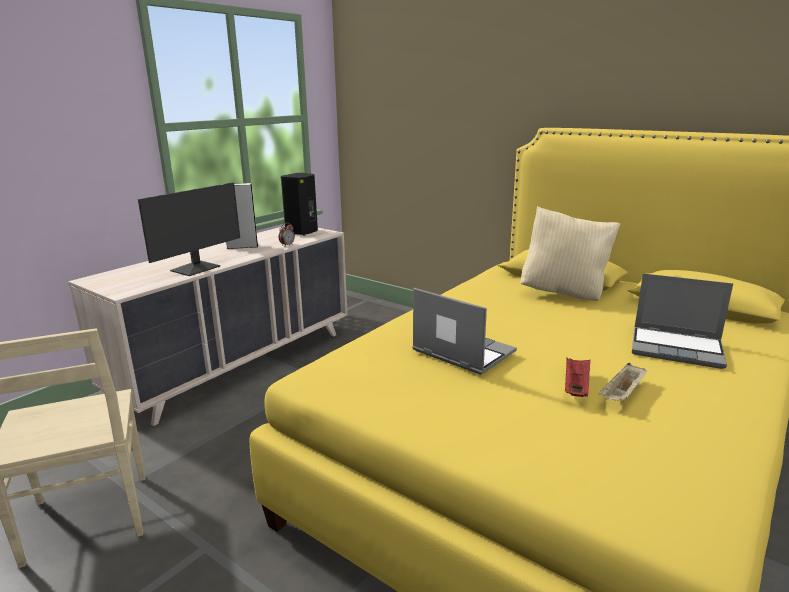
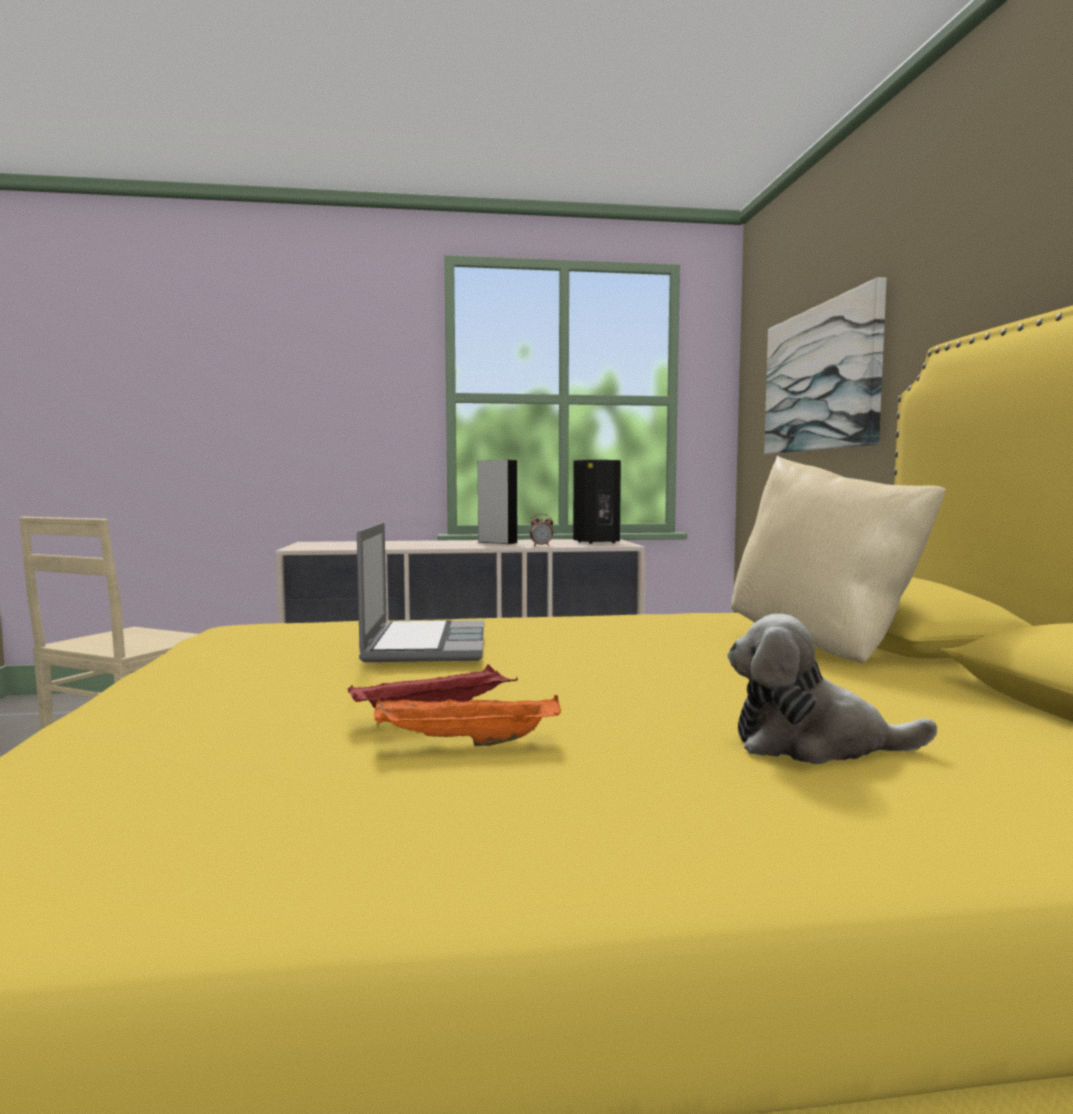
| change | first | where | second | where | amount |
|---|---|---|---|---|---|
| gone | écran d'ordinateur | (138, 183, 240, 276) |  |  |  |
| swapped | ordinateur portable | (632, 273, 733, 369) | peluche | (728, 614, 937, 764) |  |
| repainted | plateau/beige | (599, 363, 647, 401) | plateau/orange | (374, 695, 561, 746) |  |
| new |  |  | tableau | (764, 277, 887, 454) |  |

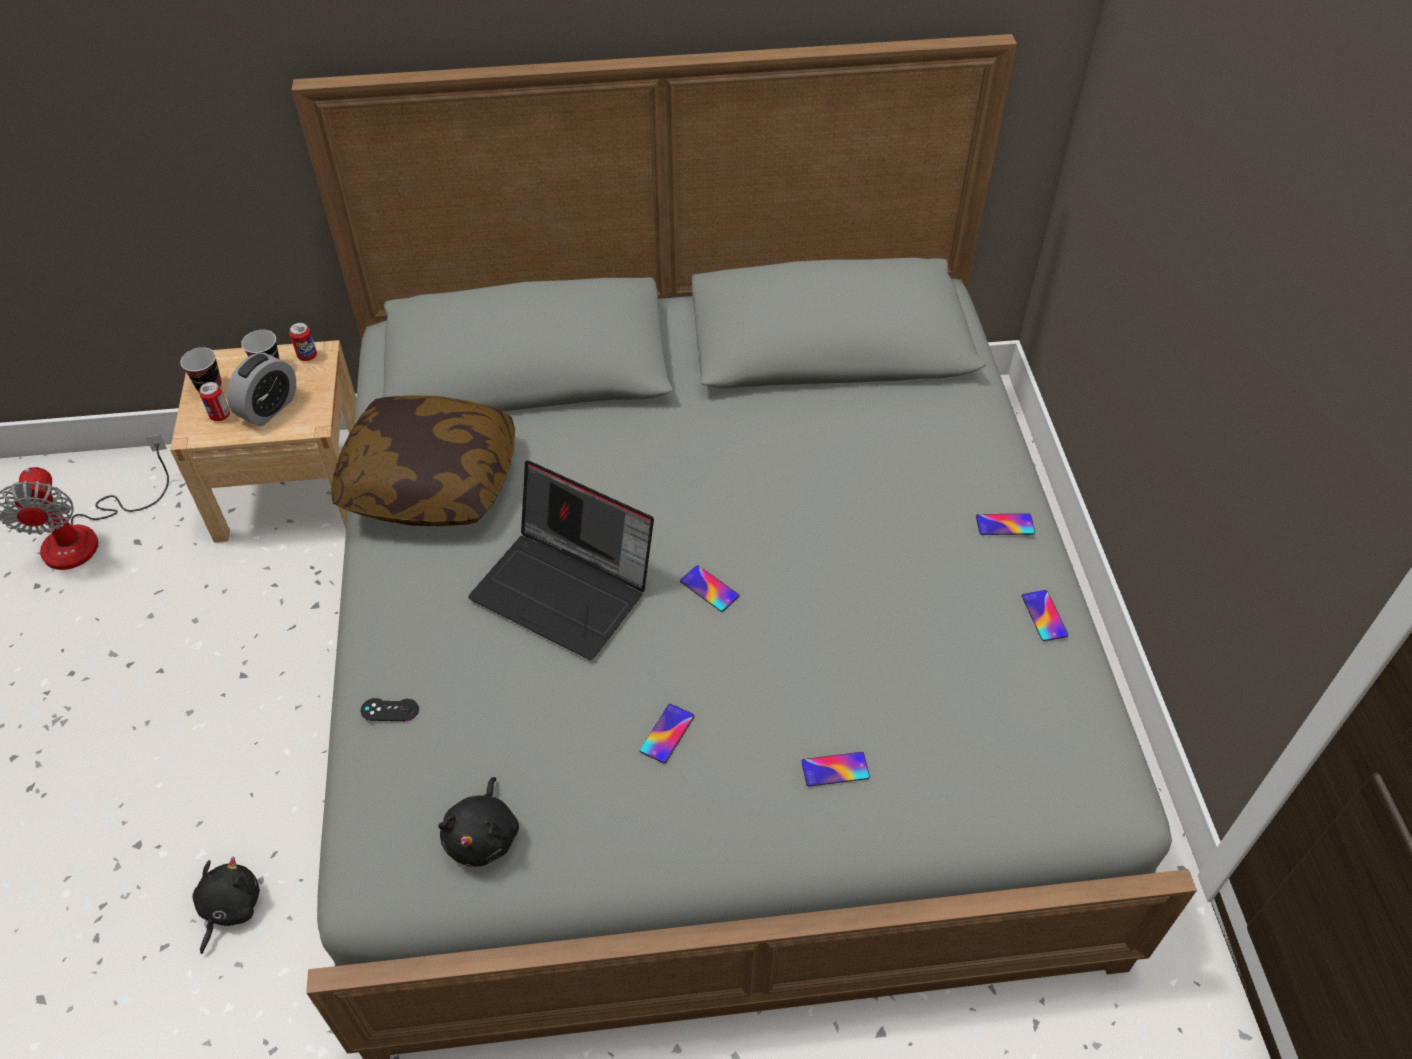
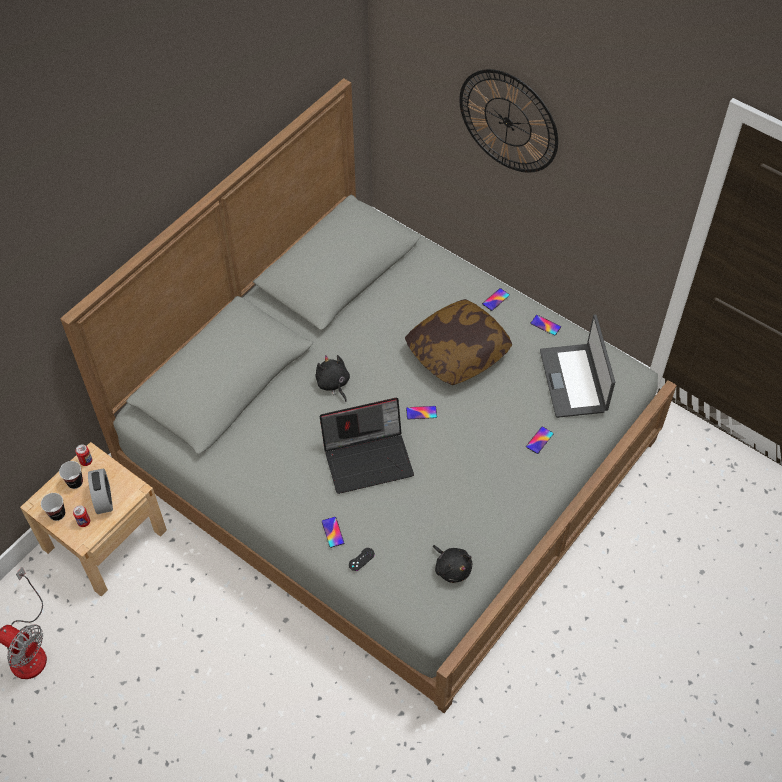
| change | first | where | second | where | amount |
|---|---|---|---|---|---|
| shifted | coussin | (331, 395, 515, 526) |  | (405, 299, 512, 385) |  |
| shifted | téléphone | (640, 704, 694, 763) |  | (322, 517, 344, 548) |  |
| shifted | peluche/noir | (193, 856, 260, 954) |  | (316, 355, 350, 402) |  |
| new |  |  | horloge murale | (459, 69, 558, 173) |  |
| new |  |  | ordinateur portable | (540, 315, 615, 418) |  |

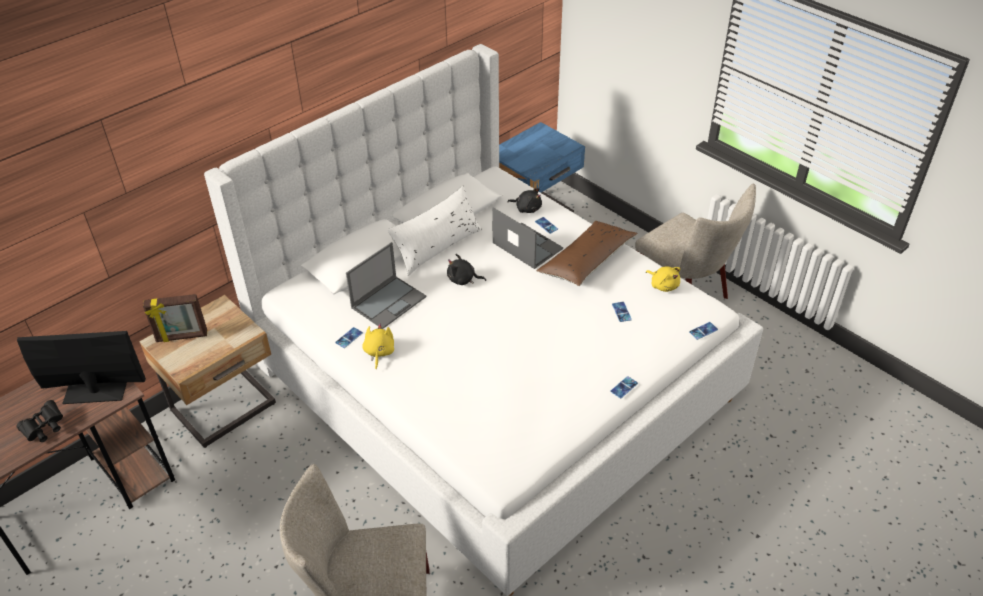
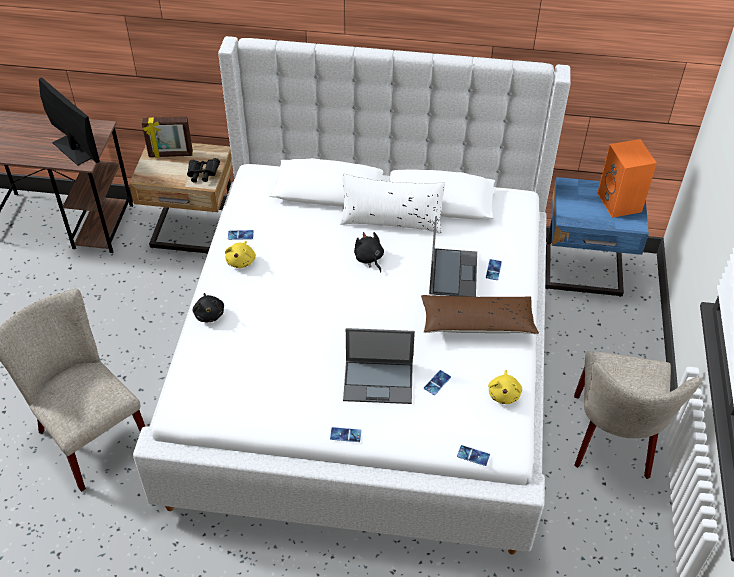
| change | first | where | second | where | amount |
|---|---|---|---|---|---|
| shifted | peluche/noir | (507, 188, 542, 213) |  | (193, 293, 224, 322) |  |
| shifted | ordinateur portable | (346, 242, 426, 329) |  | (343, 328, 415, 404) |  |
| rotated | cadre photo | (143, 294, 207, 342) |  | (142, 117, 193, 158) | 45 degrees counterclockwise |
| rotated | peluche/jaune | (362, 323, 394, 369) |  | (225, 241, 256, 268) | 135 degrees clockwise |
| shifted | jumelles/noir | (17, 400, 63, 442) |  | (187, 158, 220, 183) |  |
| new |  |  | enceinte/orange | (597, 139, 657, 218) |  |

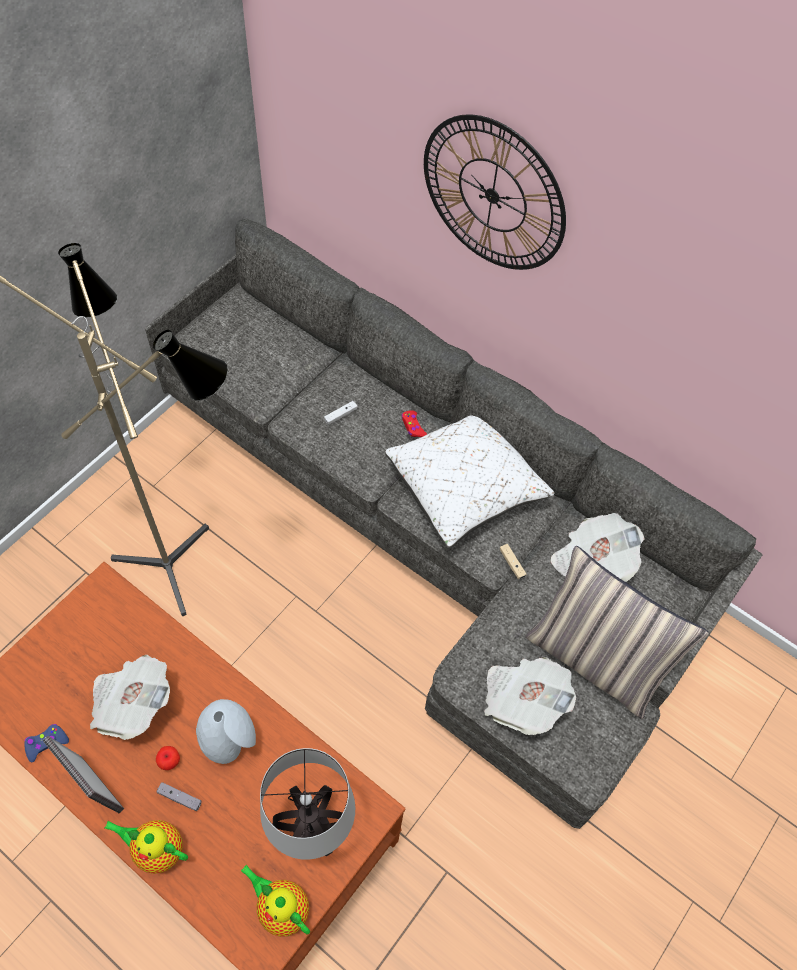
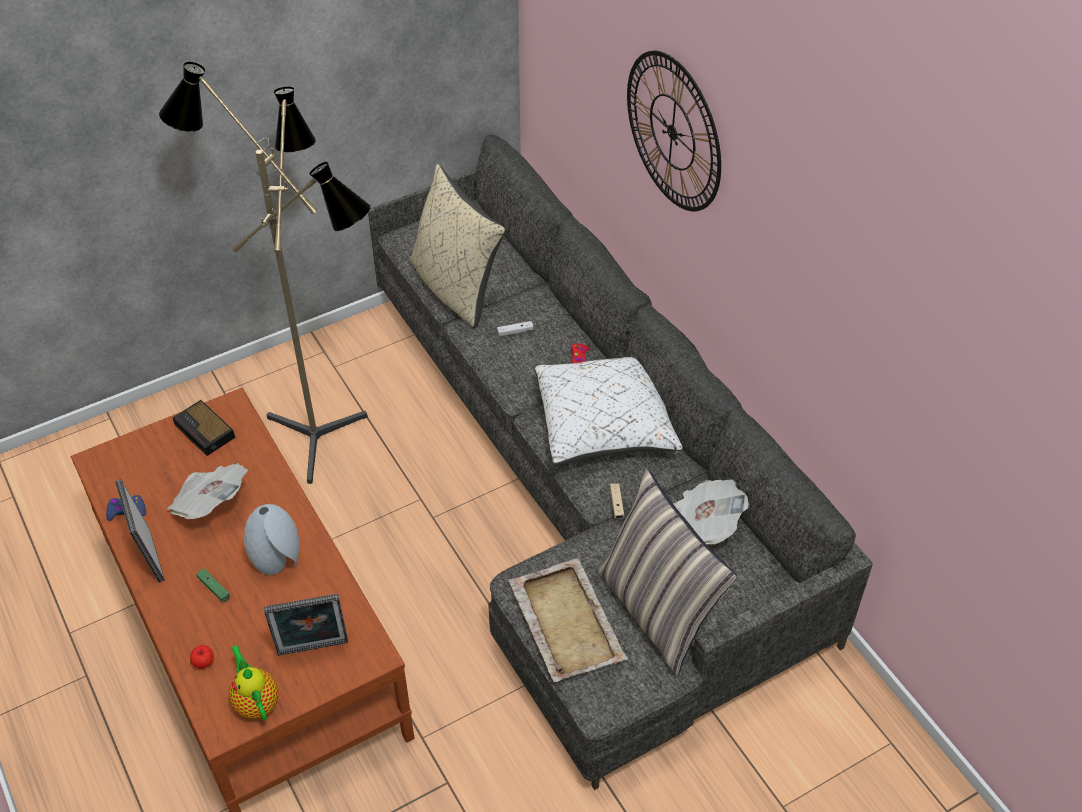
| change | first | where | second | where | amount |
|---|---|---|---|---|---|
| swapped | journal | (484, 657, 576, 735) | plateau/beige | (508, 558, 628, 682) |  |
| shifted | pomme | (156, 746, 180, 770) |  | (190, 645, 214, 669) |  |
| swapped | lampe de table | (260, 748, 355, 860) | cadre photo | (264, 594, 348, 656) |  |
| repainted | manette/gris | (157, 782, 202, 812) | manette/vert | (196, 569, 230, 602) |  |
| gone | théière | (105, 820, 188, 874) |  |  |  |
| new |  |  | coussin/beige | (410, 164, 506, 328) |  |
| new |  |  | réveil | (173, 400, 235, 456) |  |

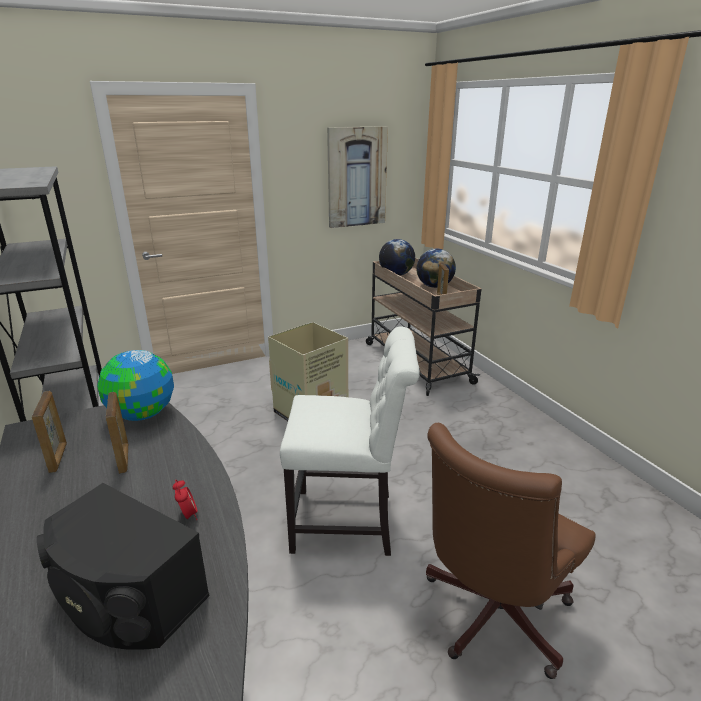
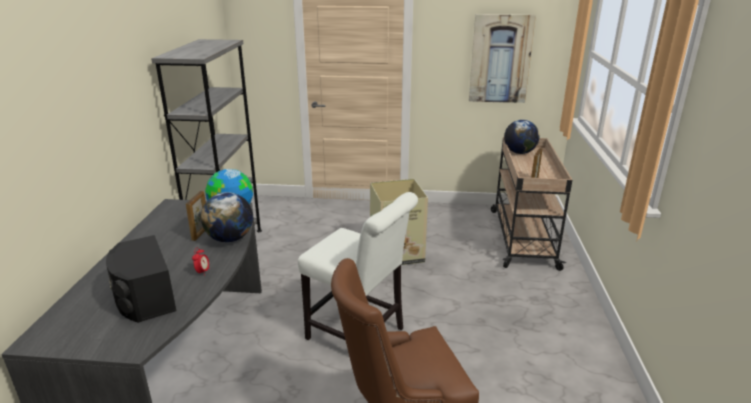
| change | first | where | second | where | amount |
|---|---|---|---|---|---|
| shifted | globe | (416, 249, 456, 288) |  | (201, 192, 253, 242) |  |
| gone | cadre photo | (32, 391, 67, 473) |  |  |  |

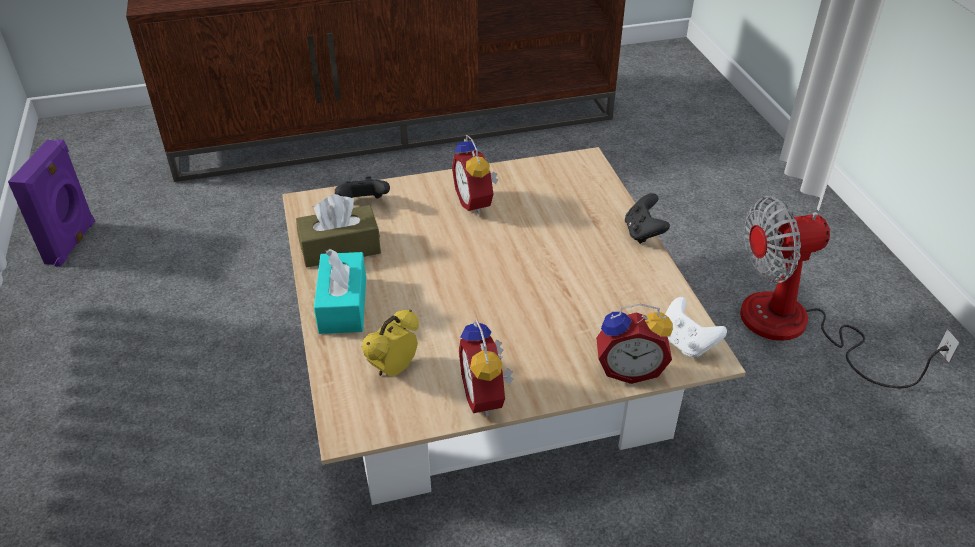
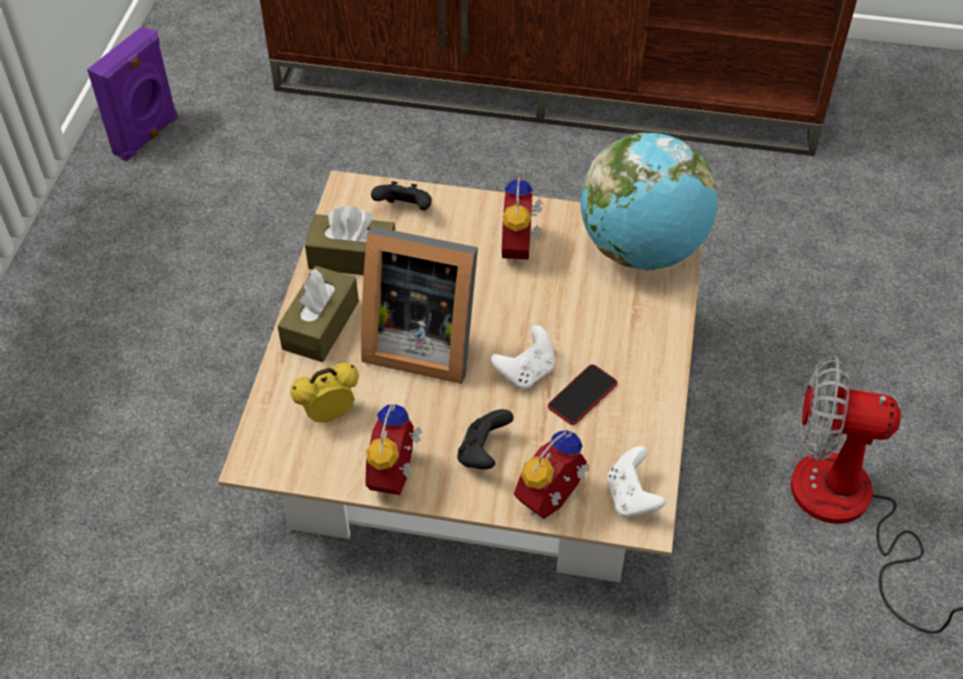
| change | first | where | second | where | amount |
|---|---|---|---|---|---|
| shifted | manette/noir | (625, 193, 670, 244) |  | (457, 409, 514, 469) |  |
| repainted | boîte à mouchoirs/turquoise | (314, 249, 366, 334) | boîte à mouchoirs/marron | (277, 266, 359, 362) |  |
| rotated | réveil | (596, 304, 673, 384) |  | (513, 430, 589, 519) | 105 degrees clockwise |
| new |  |  | globe | (580, 132, 718, 270) |  |
| new |  |  | cadre photo | (361, 226, 478, 384) |  |
| new |  |  | manette/blanc | (491, 325, 555, 389) |  |
| new |  |  | téléphone | (548, 364, 618, 425) |  |

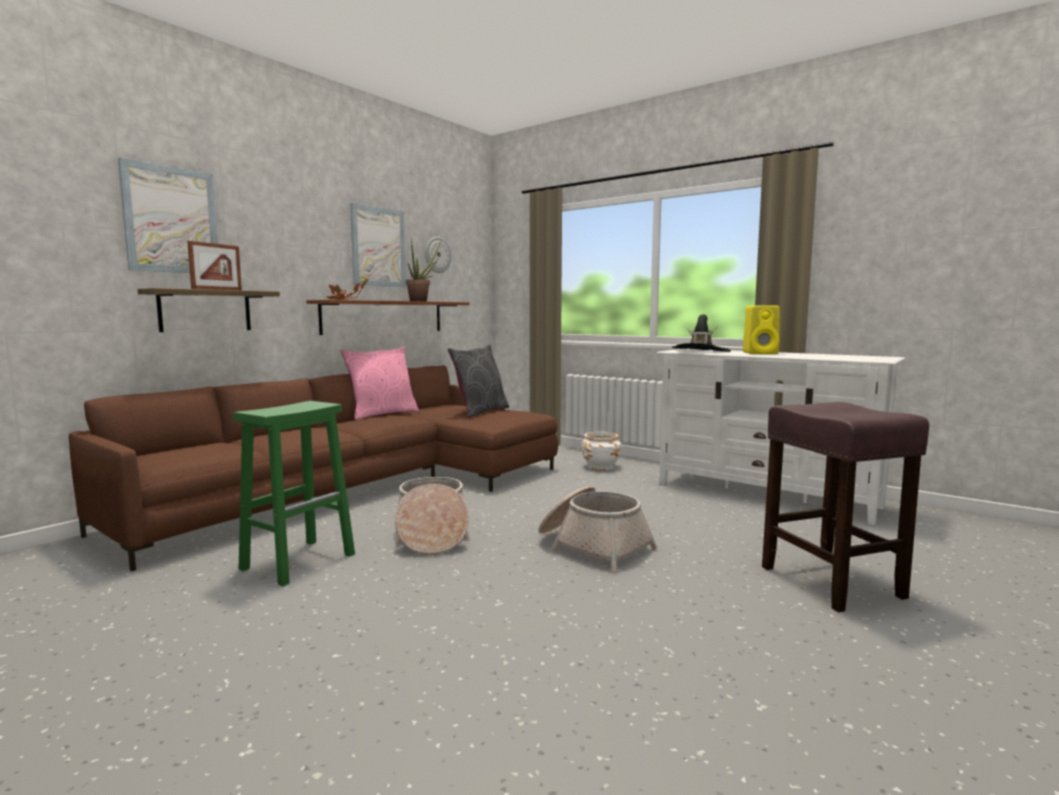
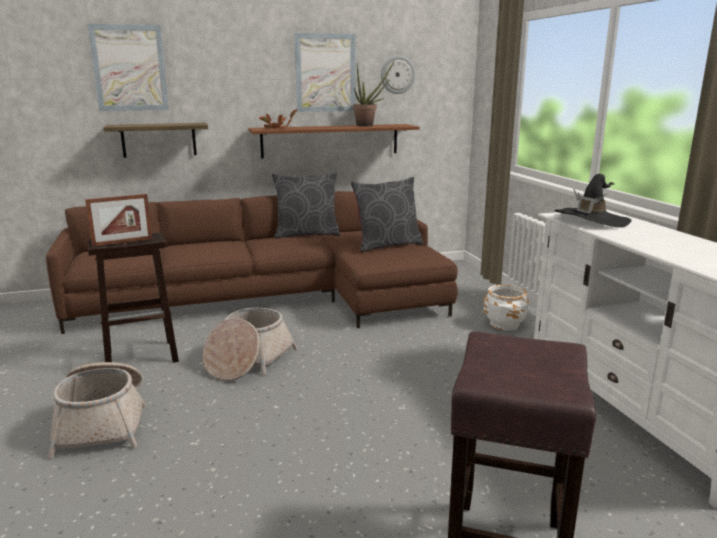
| change | first | where | second | where | amount |
|---|---|---|---|---|---|
| shifted | cadre photo | (187, 241, 242, 290) |  | (85, 194, 152, 247) |  |
| gone | enceinte/jaune | (743, 306, 780, 354) |  |  |  |
| repainted | coussin/rose | (341, 346, 419, 420) | coussin/gris | (272, 172, 340, 239) |  |
| repainted | tabouret/vert | (234, 401, 355, 586) | tabouret/marron | (88, 232, 179, 363) |  |
| shifted | panier | (538, 486, 657, 572) |  | (47, 362, 146, 459) |  |

